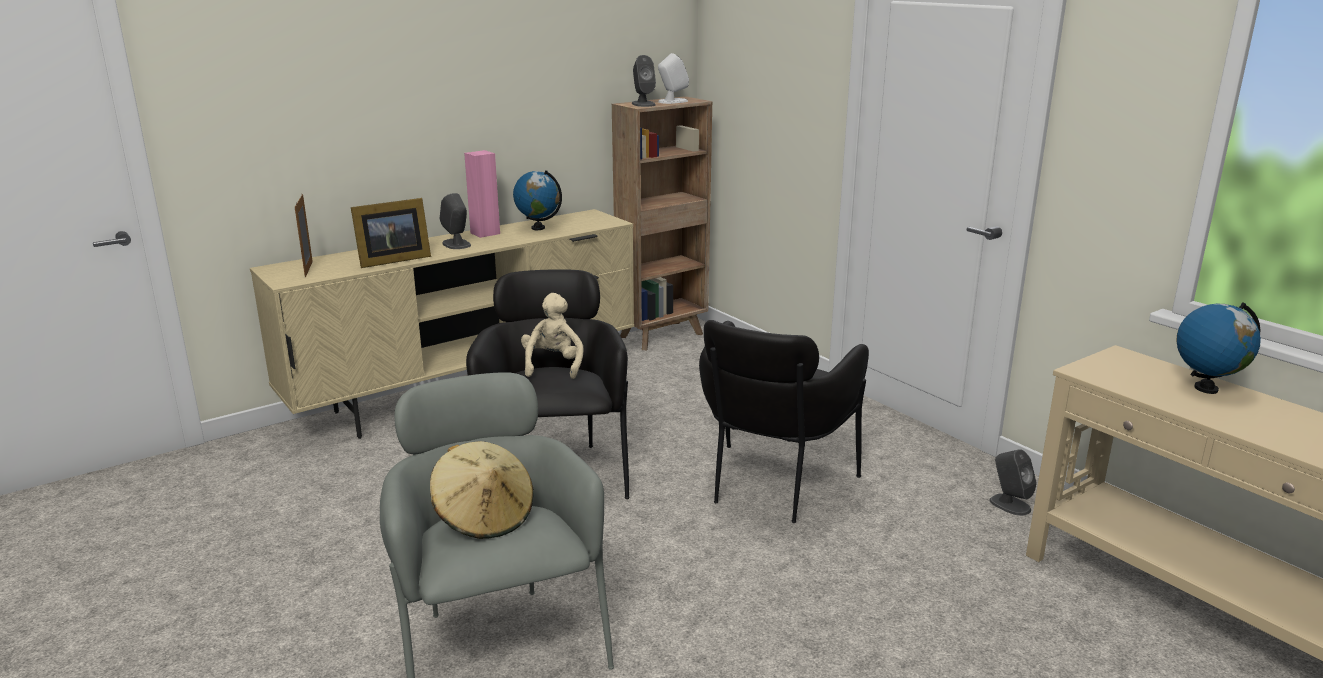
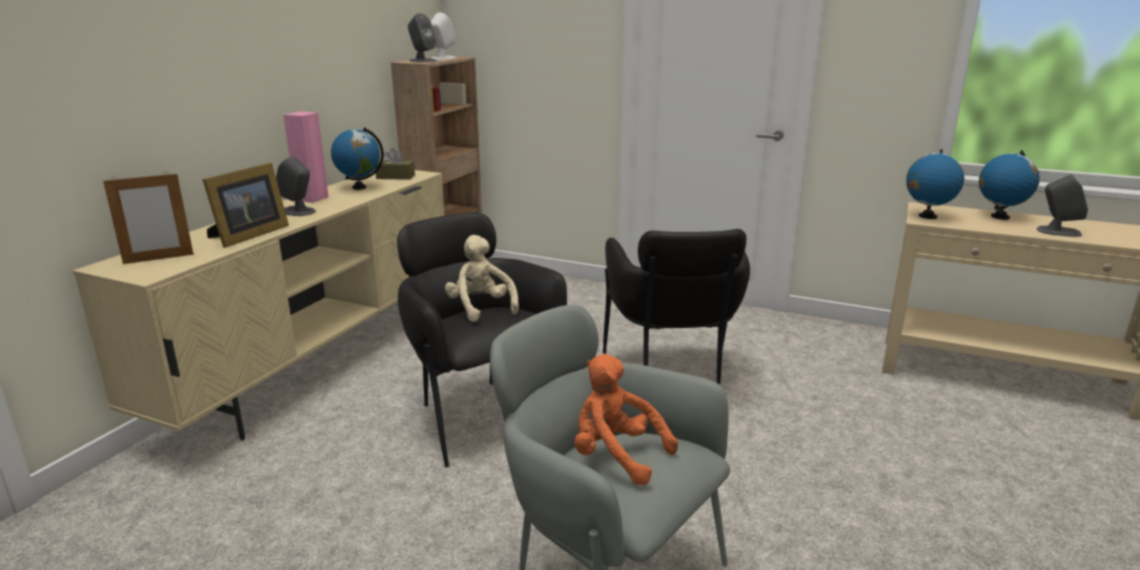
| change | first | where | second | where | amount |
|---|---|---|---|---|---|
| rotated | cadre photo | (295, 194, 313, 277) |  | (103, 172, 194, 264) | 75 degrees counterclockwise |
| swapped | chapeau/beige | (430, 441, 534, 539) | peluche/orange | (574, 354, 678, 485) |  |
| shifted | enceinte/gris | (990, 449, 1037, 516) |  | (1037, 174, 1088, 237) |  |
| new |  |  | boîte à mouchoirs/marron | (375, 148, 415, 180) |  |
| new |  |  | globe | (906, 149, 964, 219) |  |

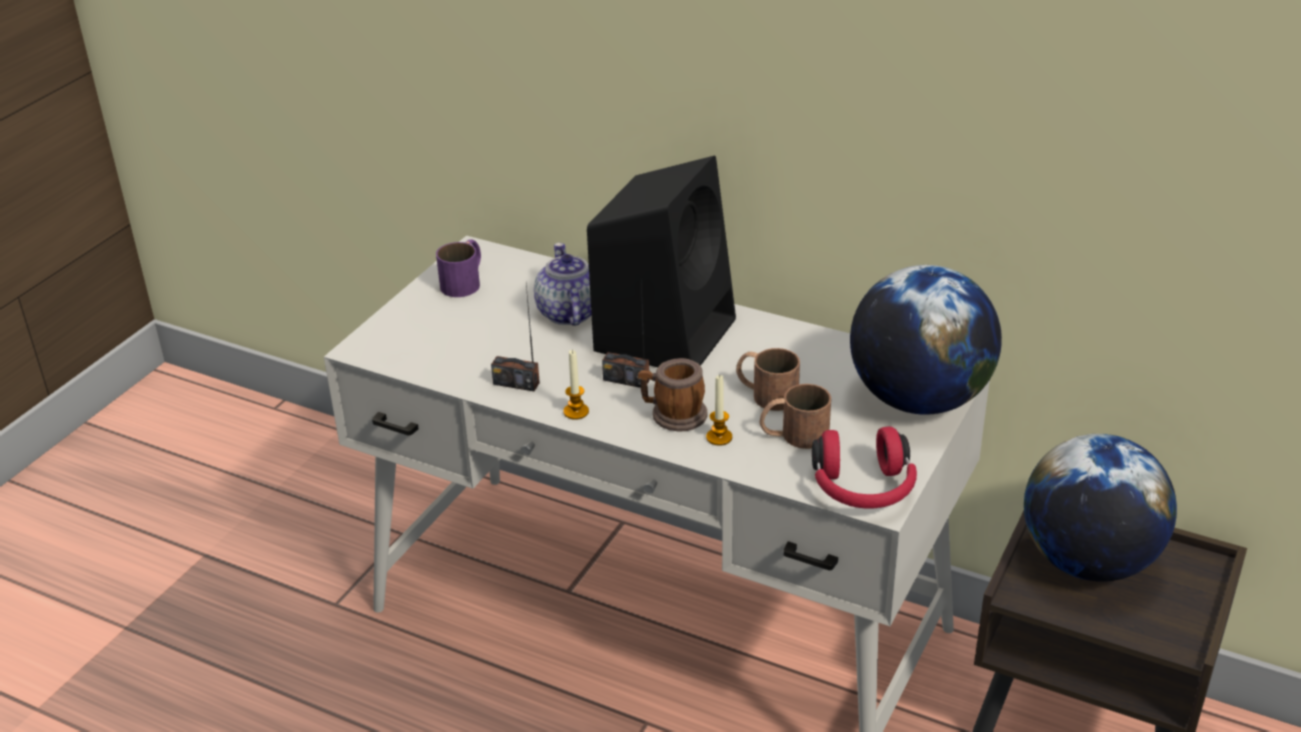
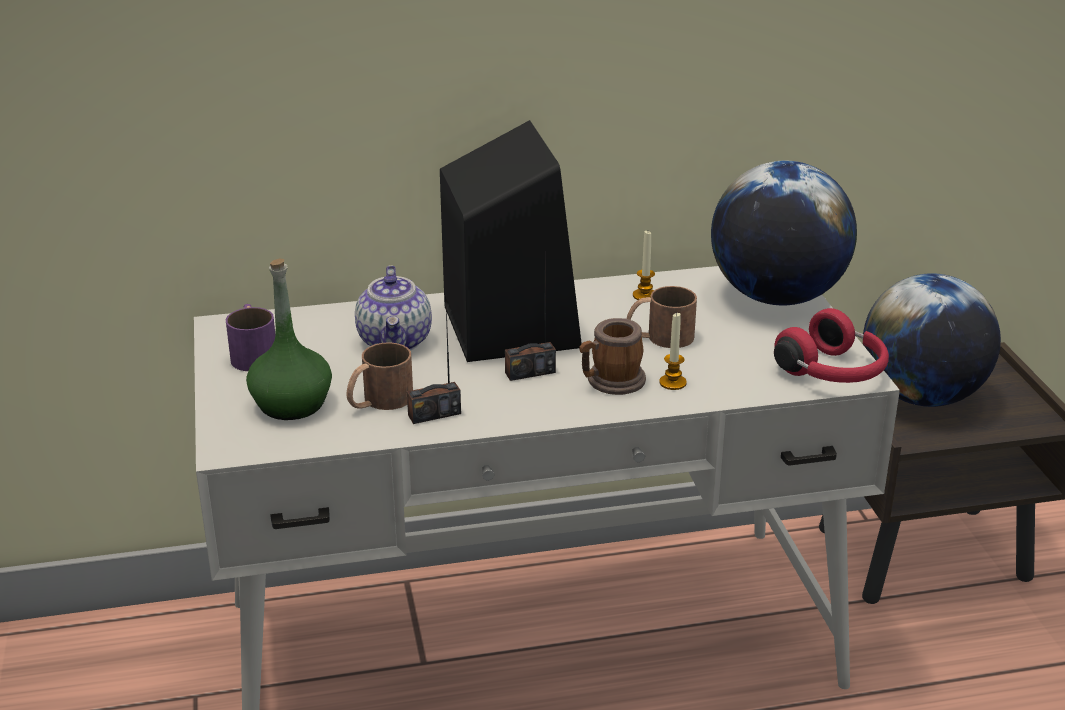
| change | first | where | second | where | amount |
|---|---|---|---|---|---|
| rotated | théière | (534, 243, 592, 326) |  | (355, 266, 432, 351) | 135 degrees counterclockwise |
| shifted | bougie | (563, 350, 589, 420) |  | (633, 231, 655, 300) |  |
| shifted | mug/marron | (760, 384, 831, 449) |  | (347, 342, 413, 410) |  |
| new |  |  | bouteille/vert | (246, 258, 332, 420) |  |

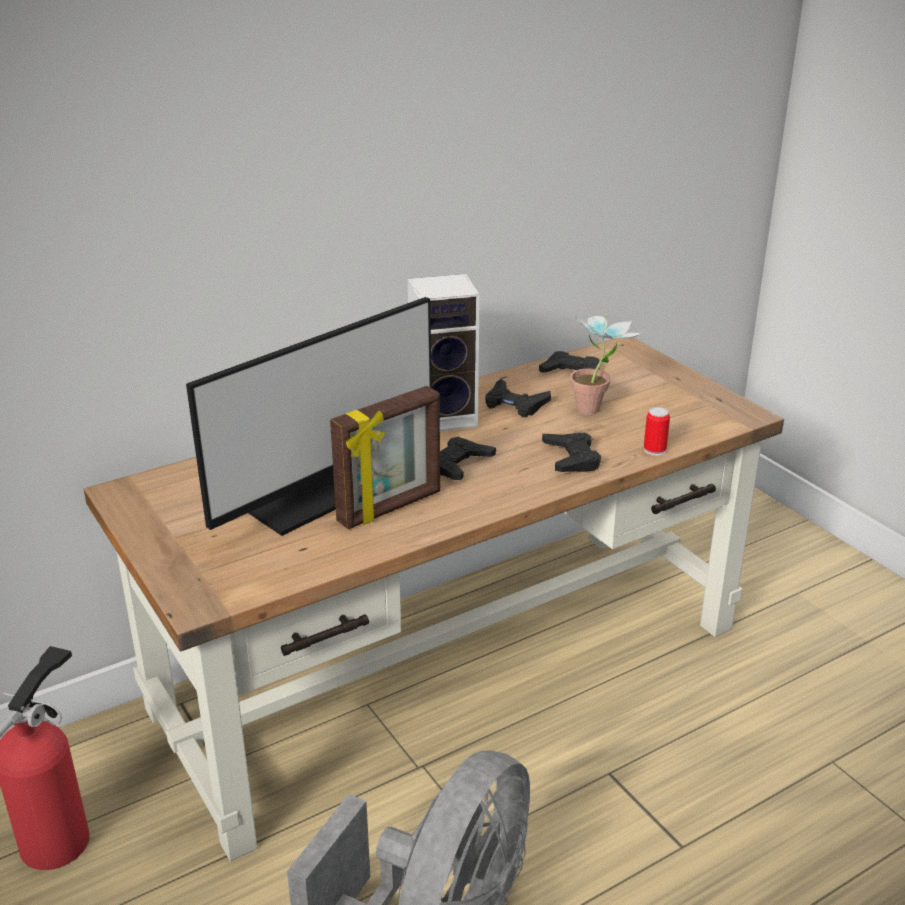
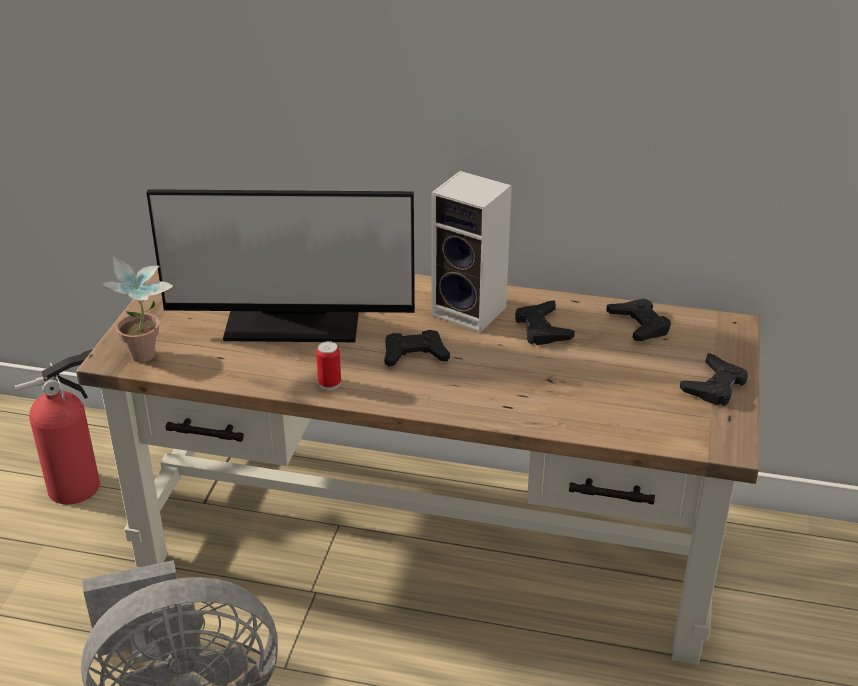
| change | first | where | second | where | amount |
|---|---|---|---|---|---|
| shifted | plante en pot | (570, 313, 641, 415) |  | (102, 256, 174, 362) |  |
| gone | cadre photo | (330, 386, 440, 529) |  |  |  |
| shifted | boîte métallique | (644, 407, 670, 456) |  | (316, 341, 341, 390) |  |
| shifted | manette/noir | (542, 433, 601, 472) |  | (680, 353, 748, 406) |  |

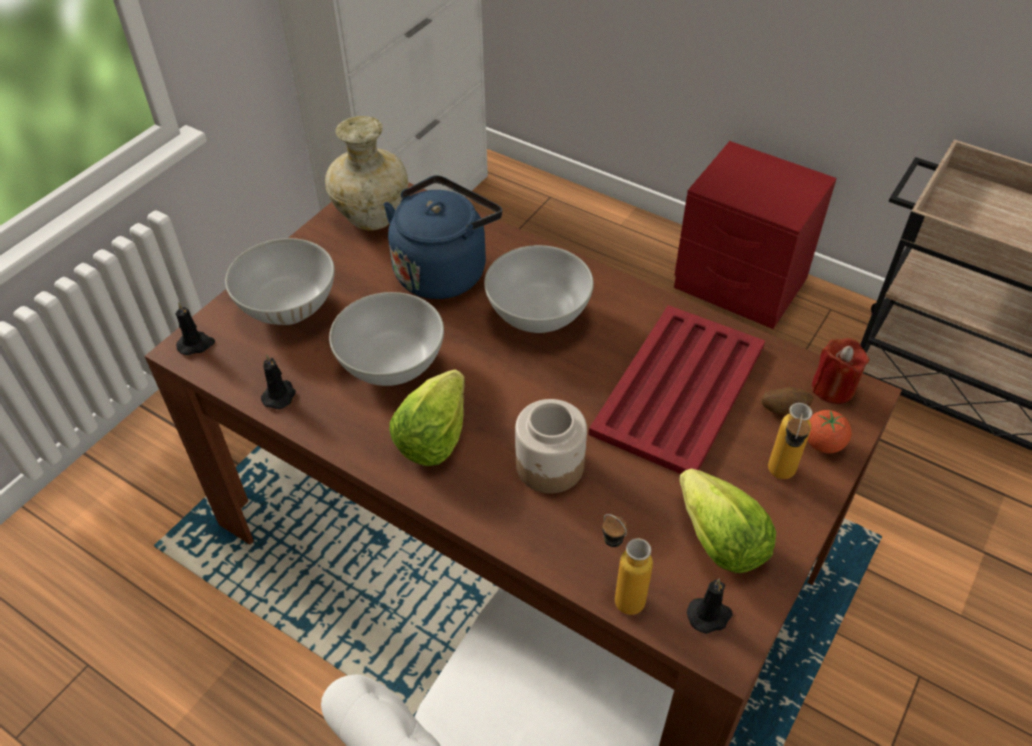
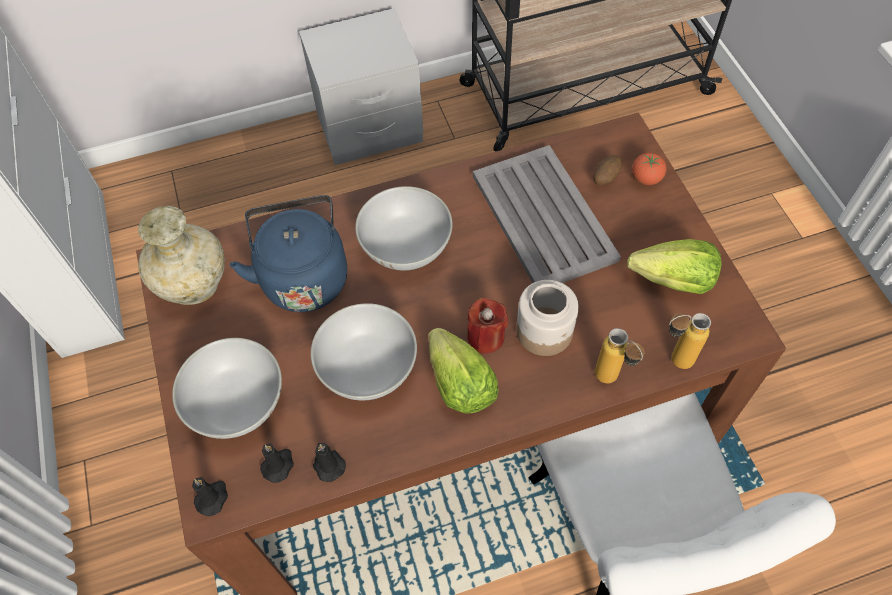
| change | first | where | second | where | amount |
|---|---|---|---|---|---|
| repainted | table de chevet/rouge | (674, 141, 837, 329) | table de chevet/gris | (299, 8, 423, 165) |  |
| repainted | plateau/rouge | (589, 305, 765, 474) | plateau/gris | (473, 145, 621, 283) |  |
| shifted | bougie/rouge | (812, 338, 869, 404) |  | (467, 298, 508, 354) |  |
| shifted | bouteille | (768, 403, 813, 479) |  | (595, 328, 645, 383) |  |
| shifted | bougie/noir | (687, 578, 733, 634) |  | (260, 443, 294, 483) |  |

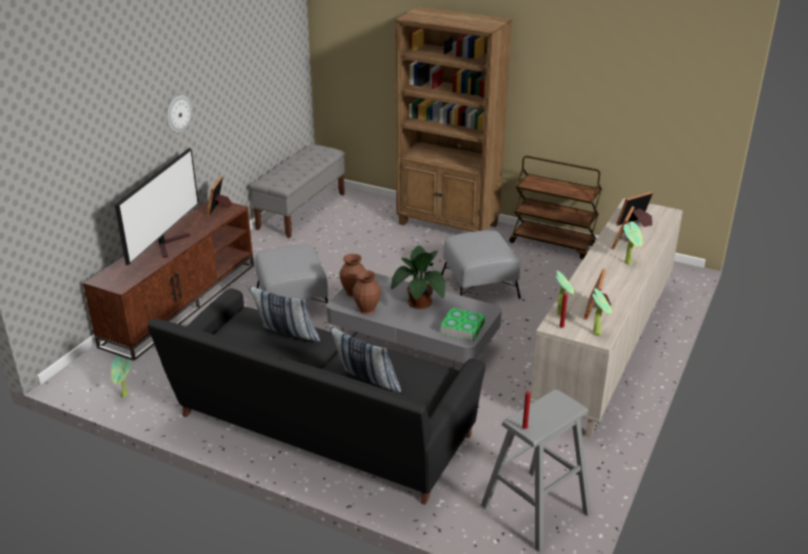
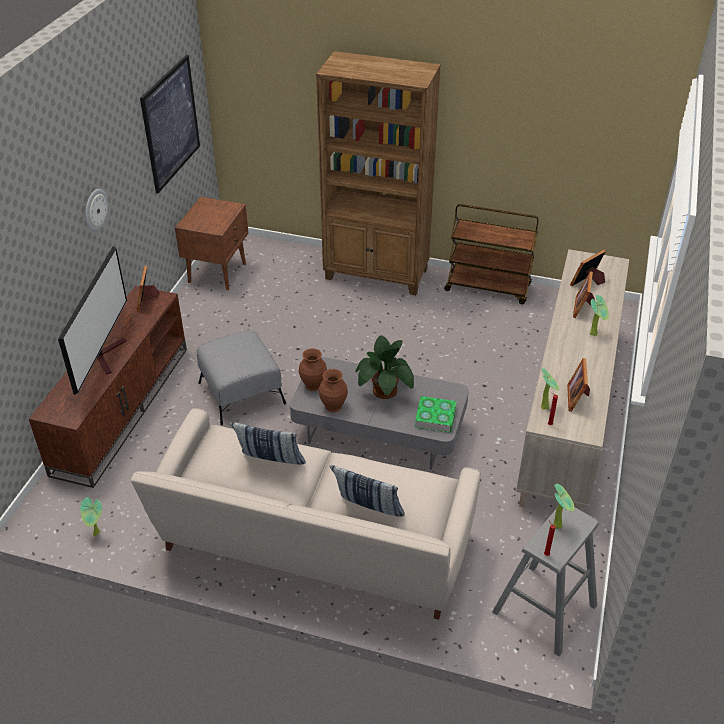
| change | first | where | second | where | amount |
|---|---|---|---|---|---|
| swapped | banc/gris | (249, 145, 345, 238) | table de chevet/marron | (175, 197, 248, 290) |  |
| gone | pouf/gris | (441, 230, 521, 299) |  |  |  |
| repainted | canapé/noir | (147, 288, 486, 505) | canapé/beige | (131, 408, 481, 620) |  |
| shifted | plante en pot | (592, 288, 612, 335) |  | (553, 484, 574, 529) |  |
| new |  |  | tableau | (140, 55, 200, 193) |  |

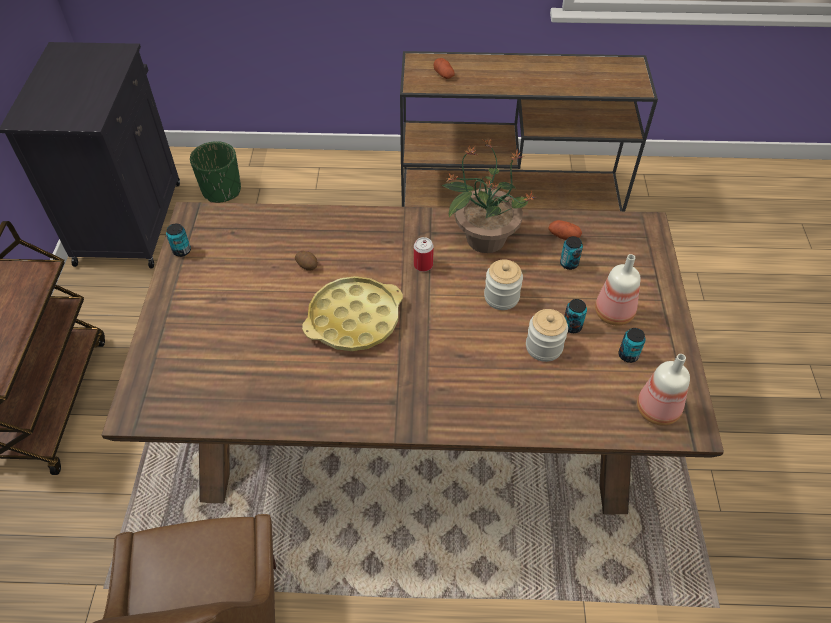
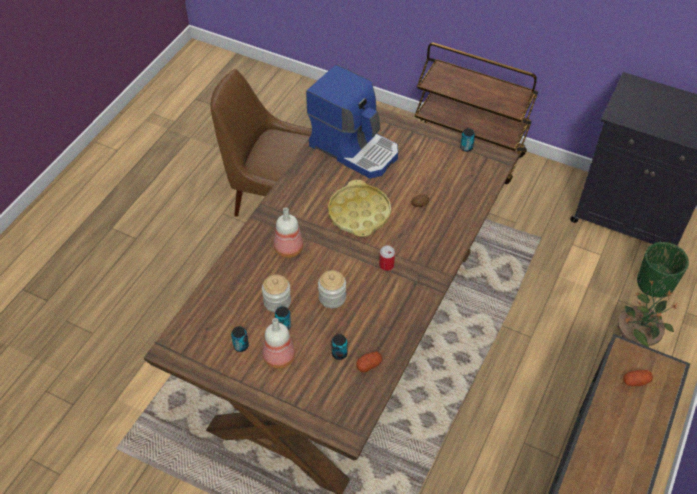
| change | first | where | second | where | amount |
|---|---|---|---|---|---|
| shifted | plante en pot | (441, 138, 536, 253) |  | (617, 280, 677, 347) |  |
| shifted | bouteille | (637, 354, 690, 426) |  | (274, 208, 303, 258) |  |
| new |  |  | machine à café | (306, 64, 398, 179) |  |

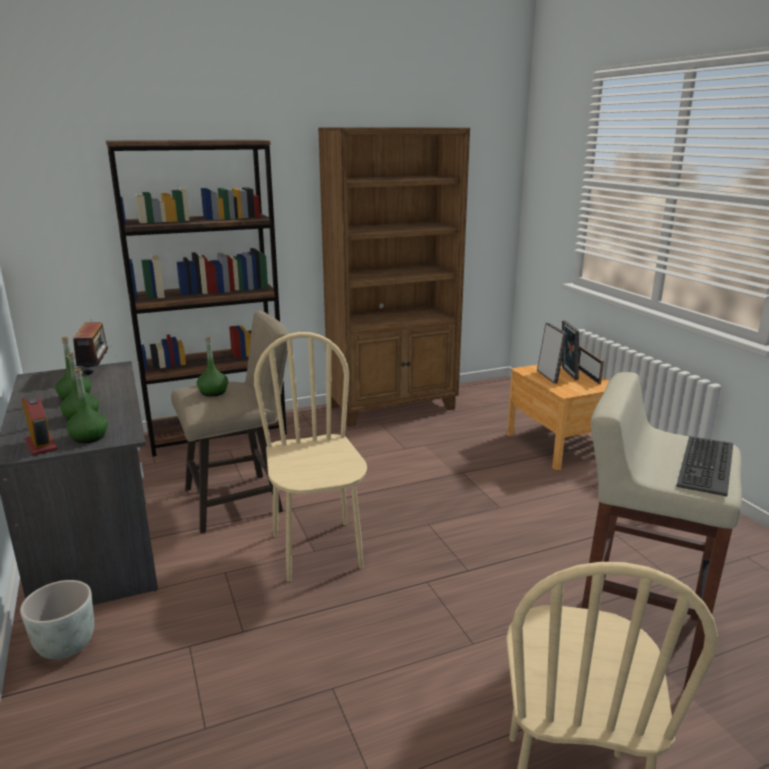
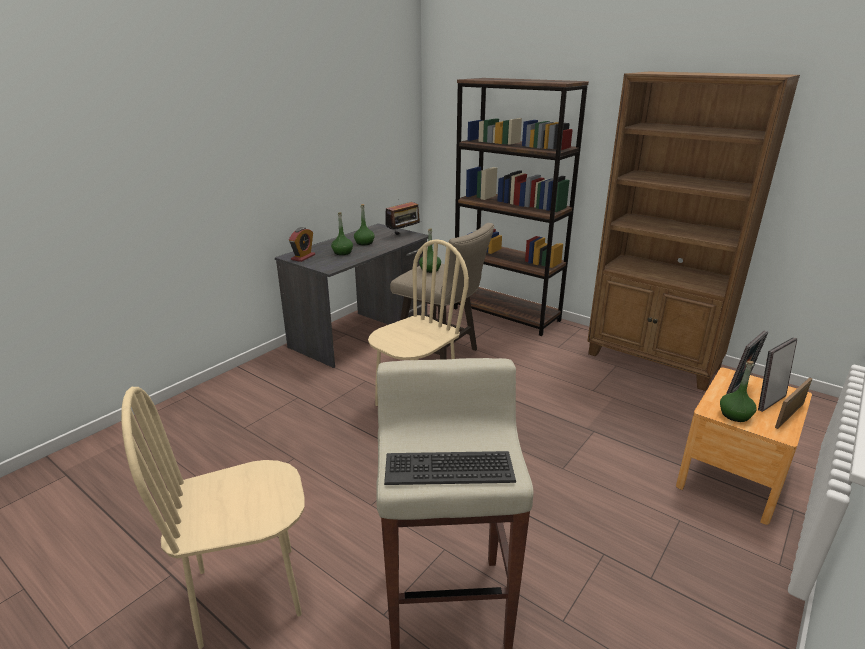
| change | first | where | second | where | amount |
|---|---|---|---|---|---|
| shifted | bouteille/vert | (66, 368, 108, 443) |  | (720, 361, 756, 422) |  |
| gone | cache-pot/gris | (20, 580, 94, 659) |  |  |  |

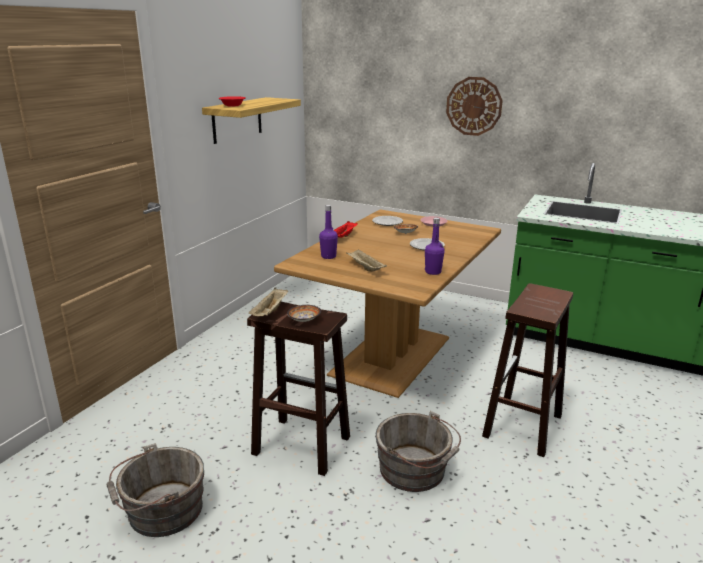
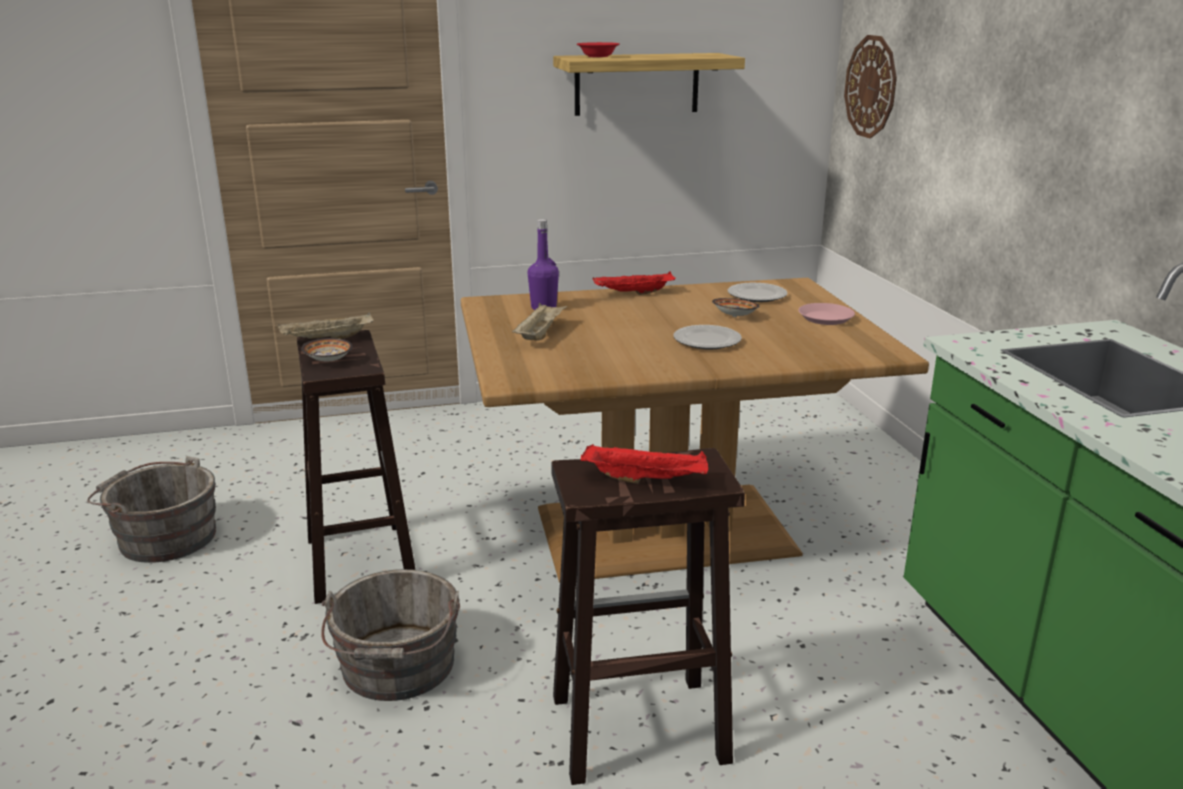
| change | first | where | second | where | amount |
|---|---|---|---|---|---|
| shifted | horloge murale | (446, 77, 503, 136) |  | (844, 35, 897, 138) |  |
| gone | bouteille/violet | (425, 217, 445, 275) |  |  |  |
| new |  |  | plateau/rouge | (581, 443, 708, 484) |  |

